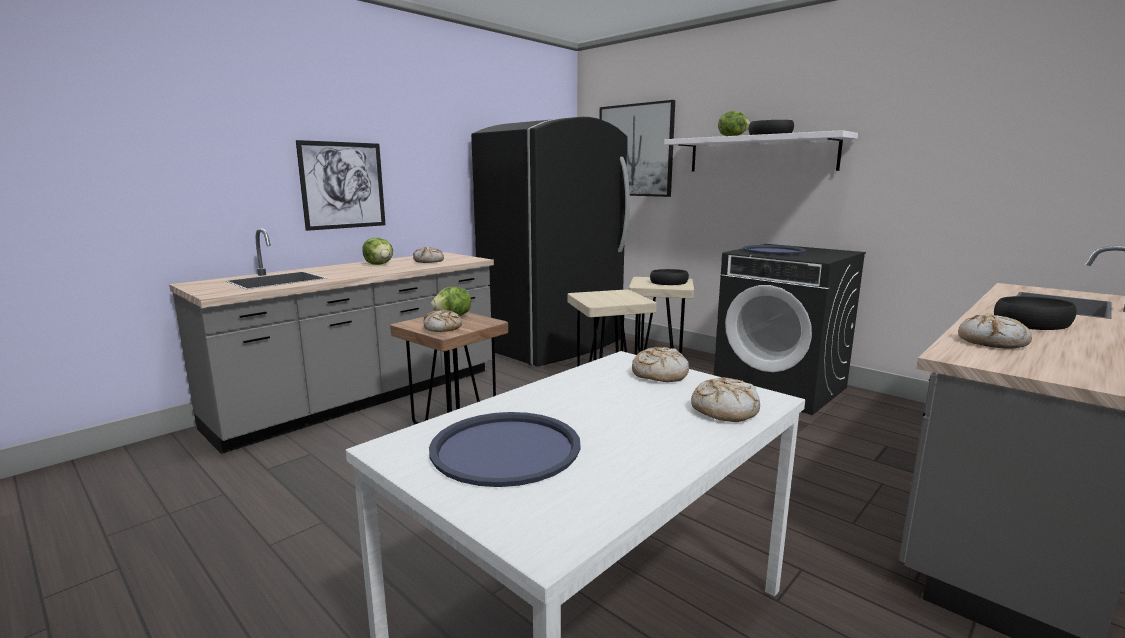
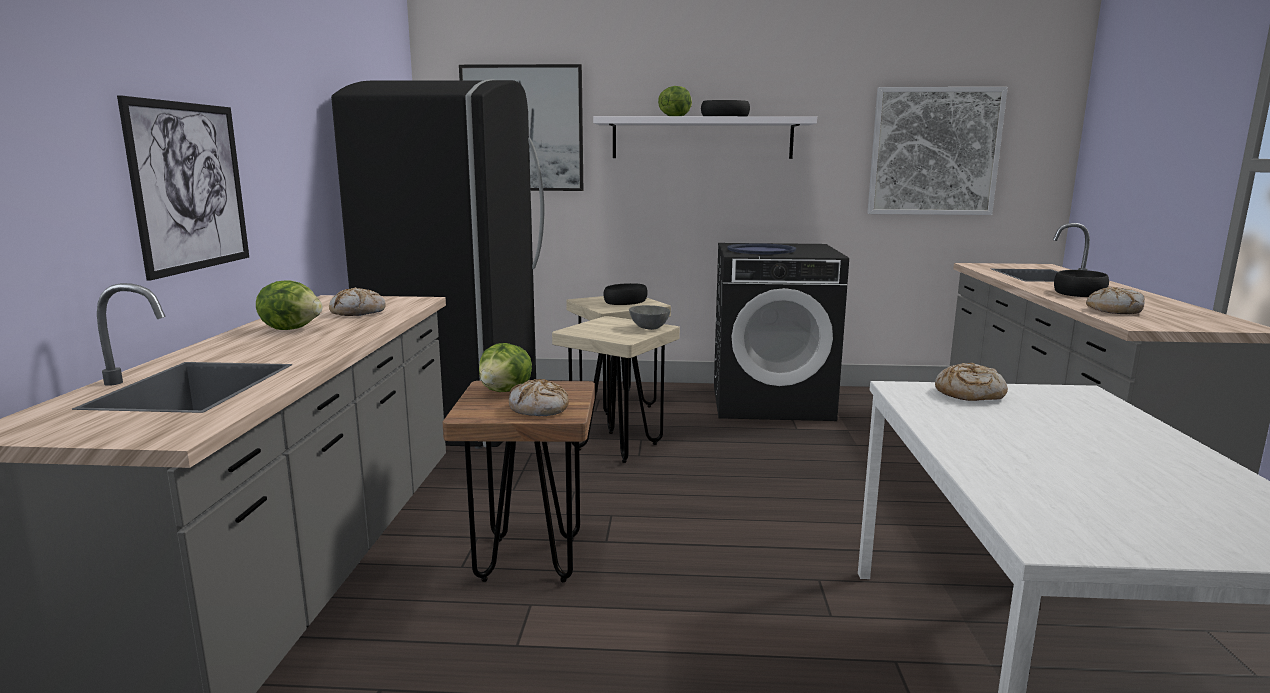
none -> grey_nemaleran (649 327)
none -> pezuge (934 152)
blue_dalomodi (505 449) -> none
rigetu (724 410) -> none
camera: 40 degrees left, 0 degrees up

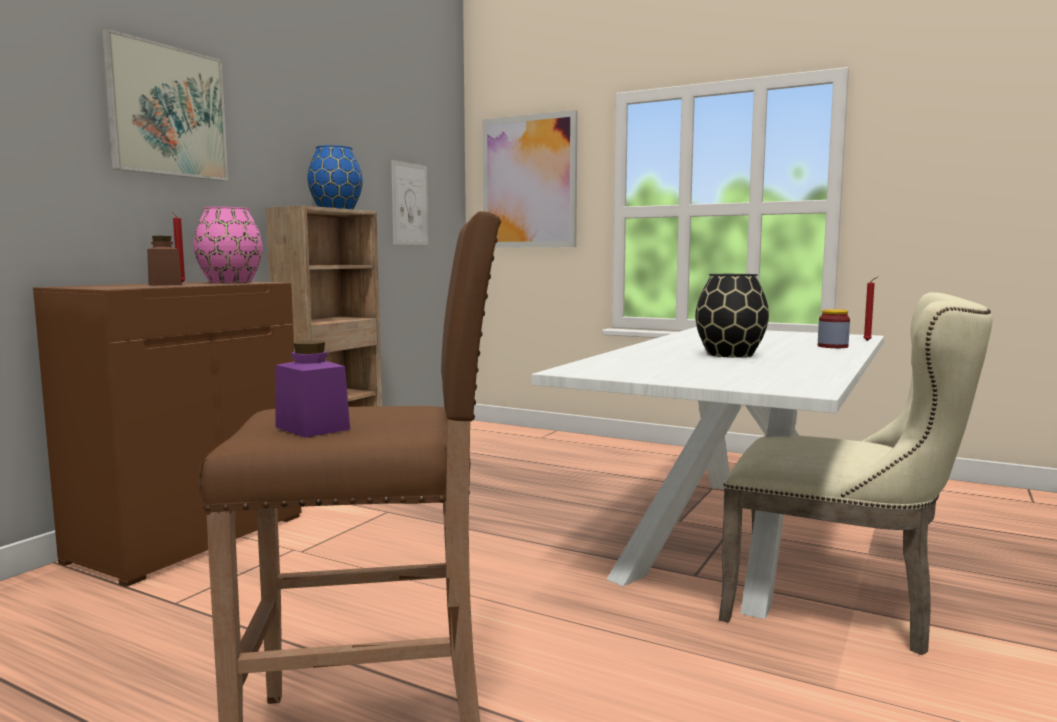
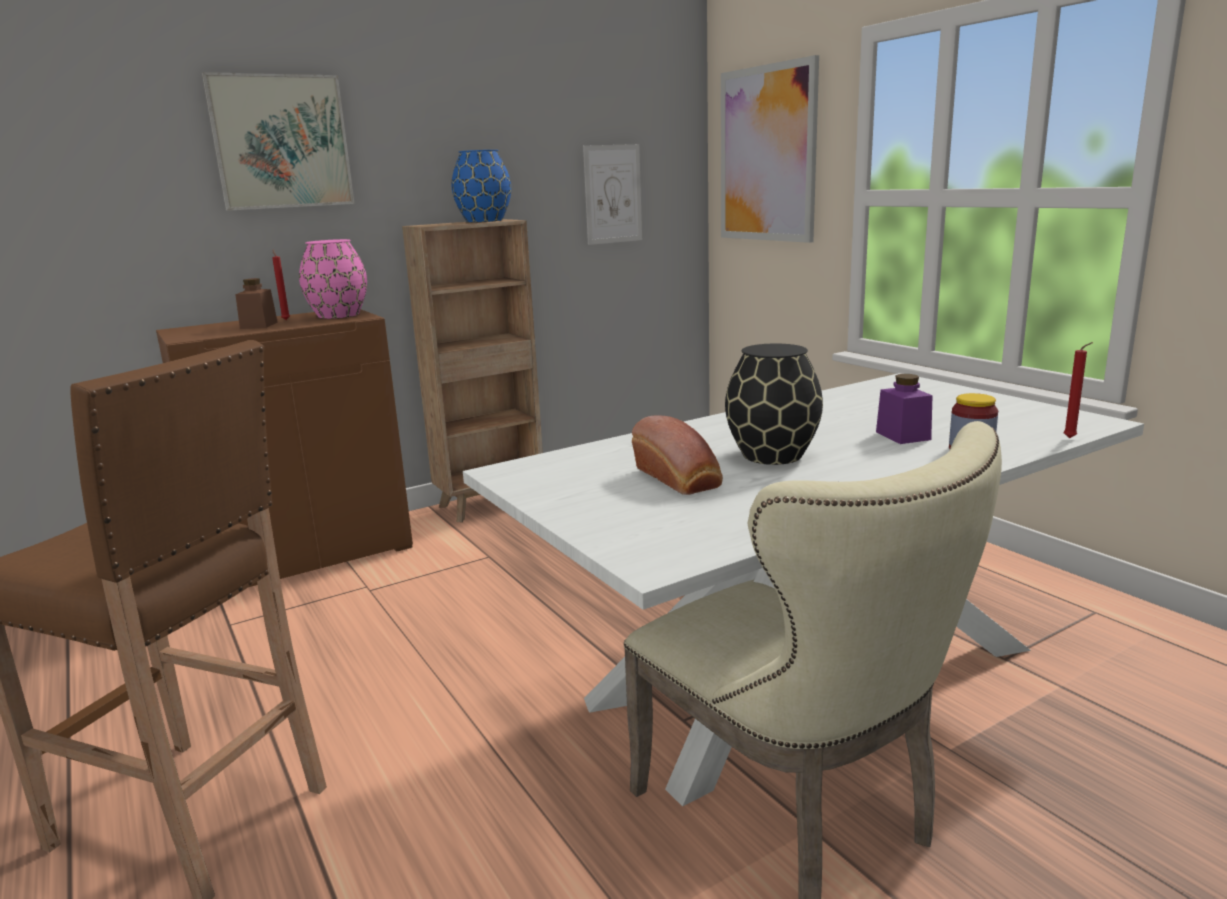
none -> rigetu (679 479)
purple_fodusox (312 428) -> purple_fodusox (903 436), moved
camera: 30 degrees right, 10 degrees up

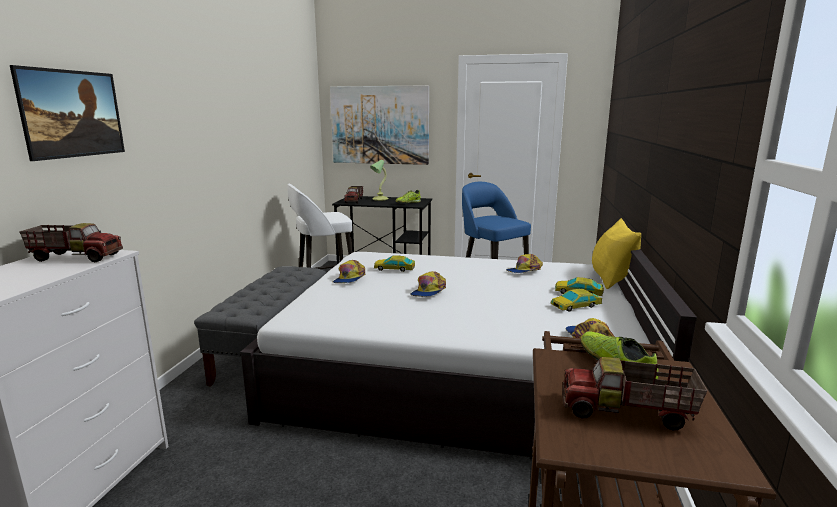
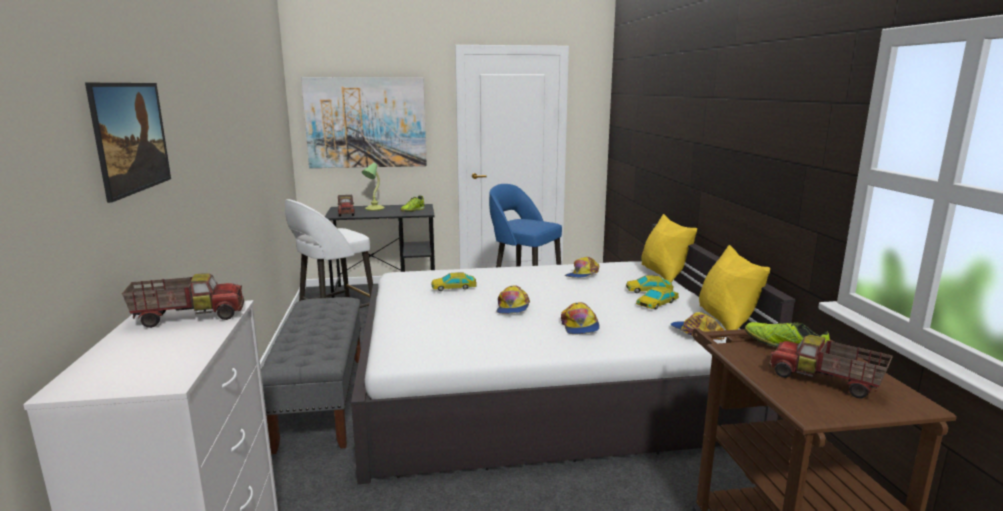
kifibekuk (349 279) -> kifibekuk (579 326), moved
none -> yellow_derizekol (726 320)
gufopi (626 412) -> gufopi (825 382), 45 degrees clockwise
camera: 20 degrees left, 0 degrees up

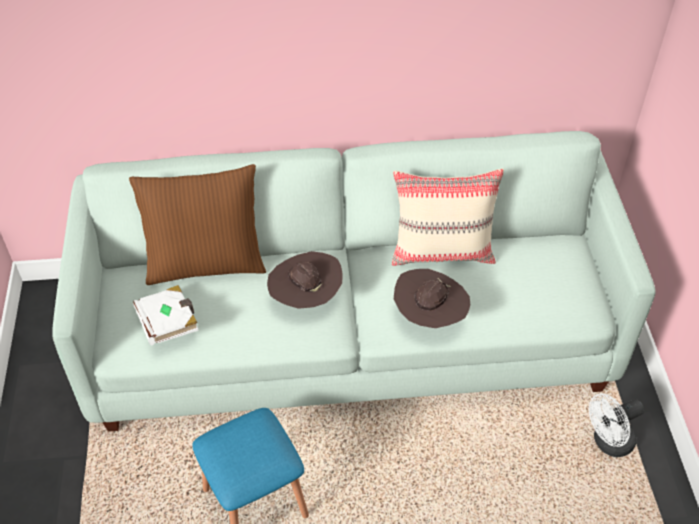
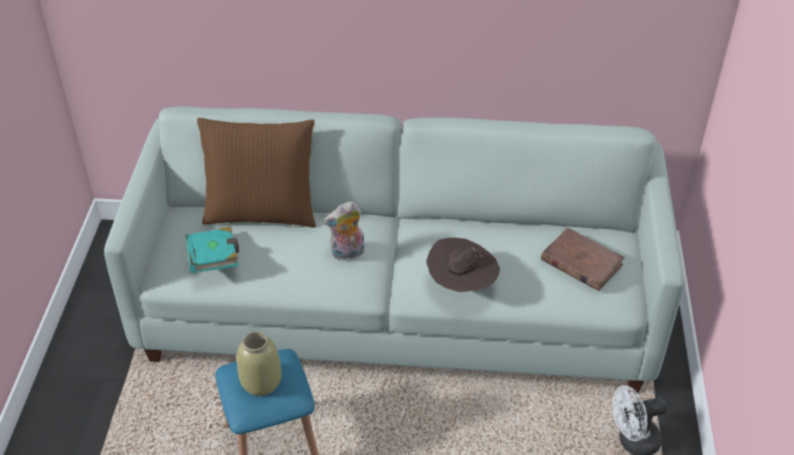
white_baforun (169 324) -> turquoise_baforun (215 260)
none -> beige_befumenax (260 383)
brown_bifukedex (305 298) -> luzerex (347 253)
none -> brown_baforun (581 262)
beige_derizekol (442 251) -> none
camera: 10 degrees right, 5 degrees down

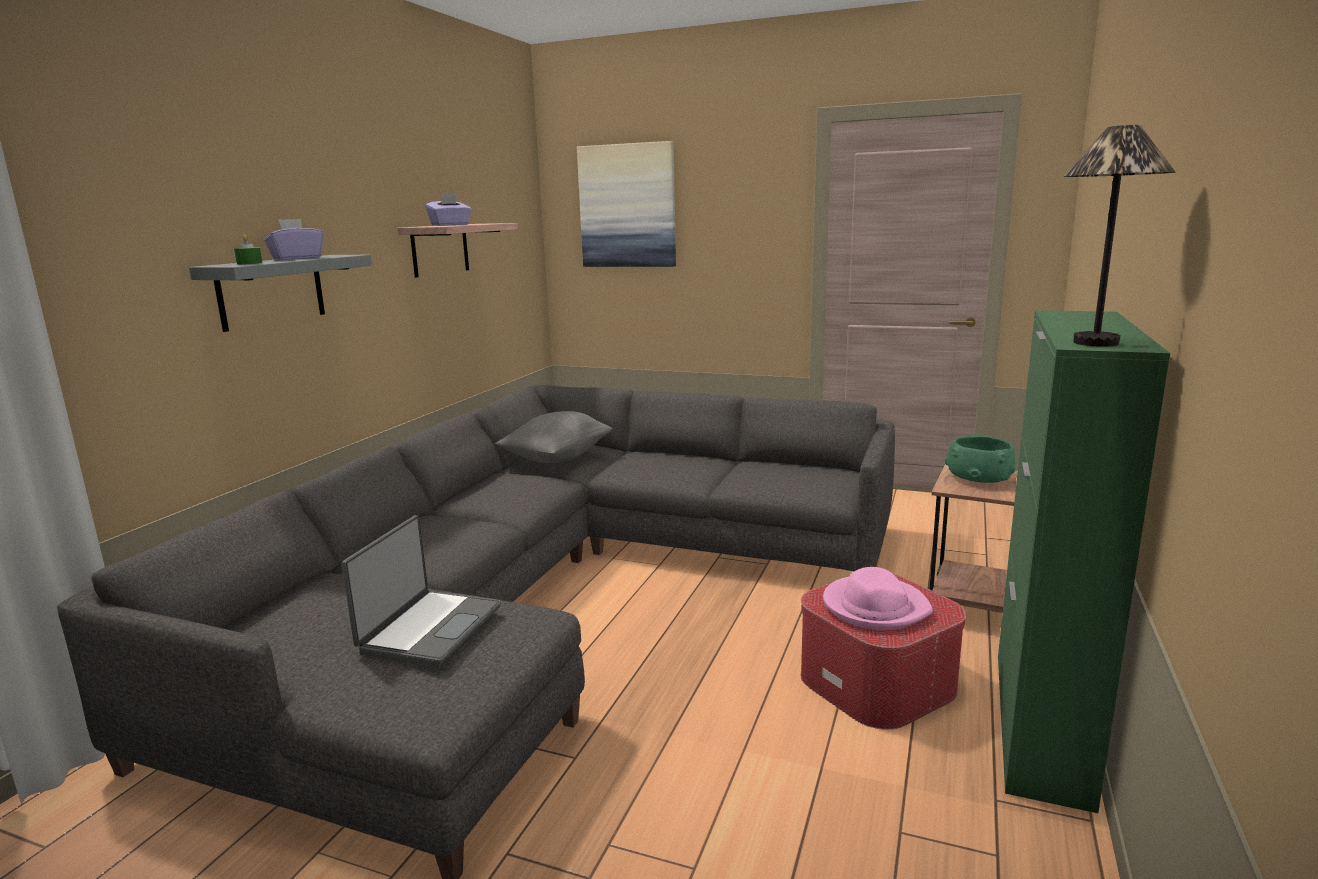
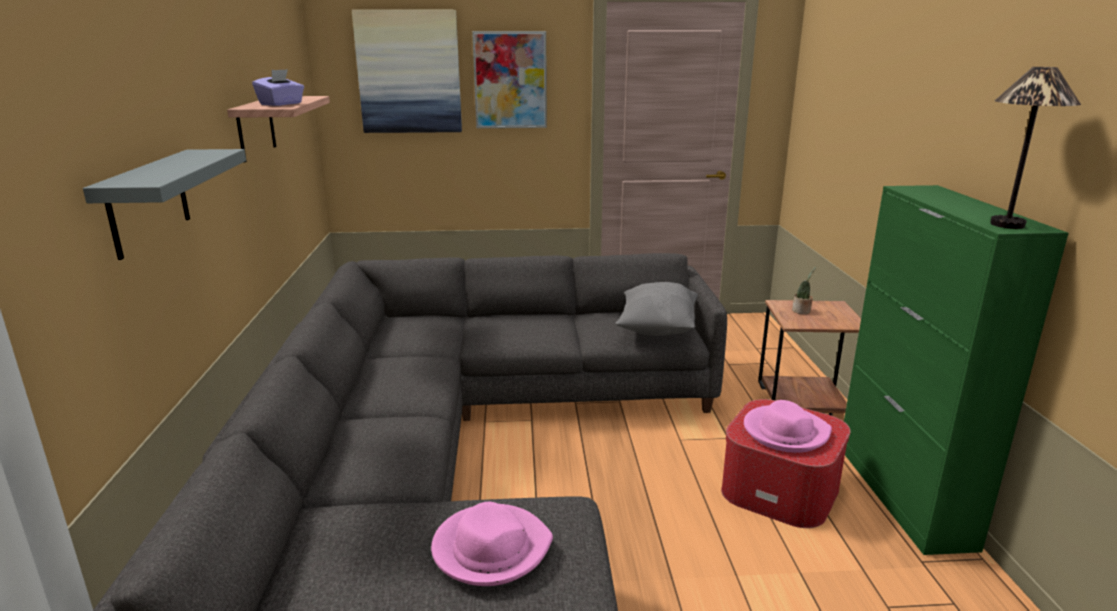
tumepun (429 629) -> pink_bifukedex (490 548)
none -> pezuge (510 80)
grey_derizekol (557 458) -> grey_derizekol (657 329), moved
green_nemaleran (978 478) -> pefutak (802 311)
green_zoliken (249 263) -> none
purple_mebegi (297 258) -> none
camera: 25 degrees left, 5 degrees up

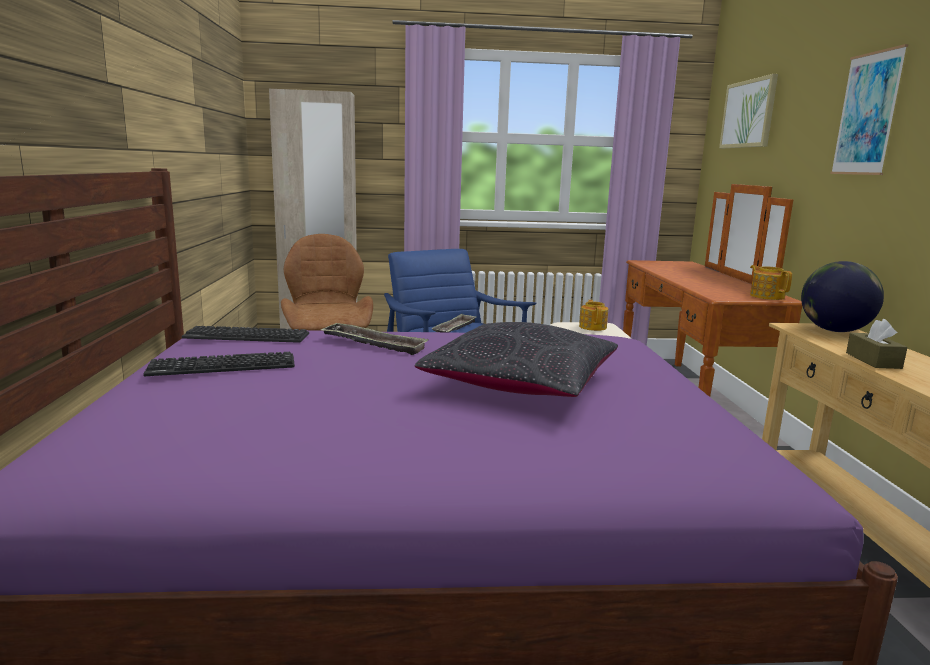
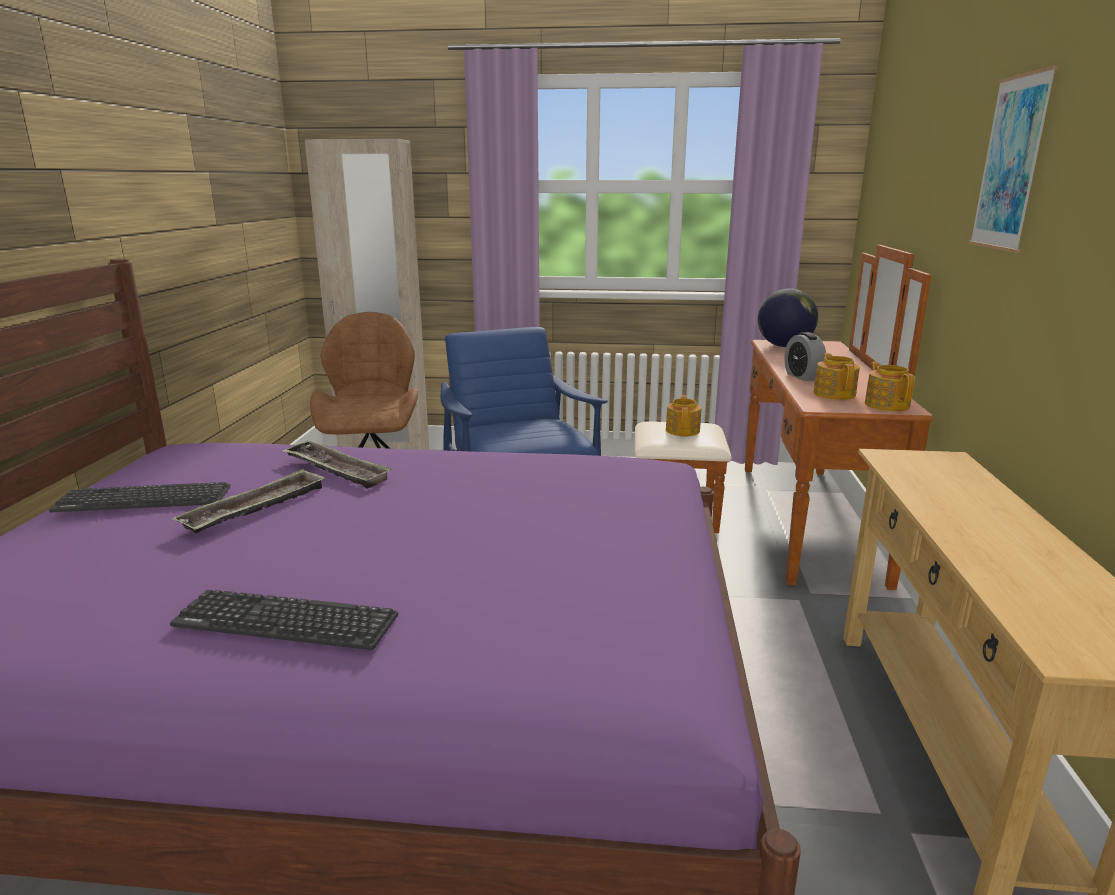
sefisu (247 336) -> sefisu (286 621), moved
dalomodi (455 328) -> dalomodi (256 508), moved
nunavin (834 330) -> nunavin (784 346), moved
none -> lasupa (802 376)
none -> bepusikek (834 394)
black_derizekol (521 383) -> none
pezuge (748 114) -> none
brown_mebegi (873 360) -> none
camera: 10 degrees right, 5 degrees up

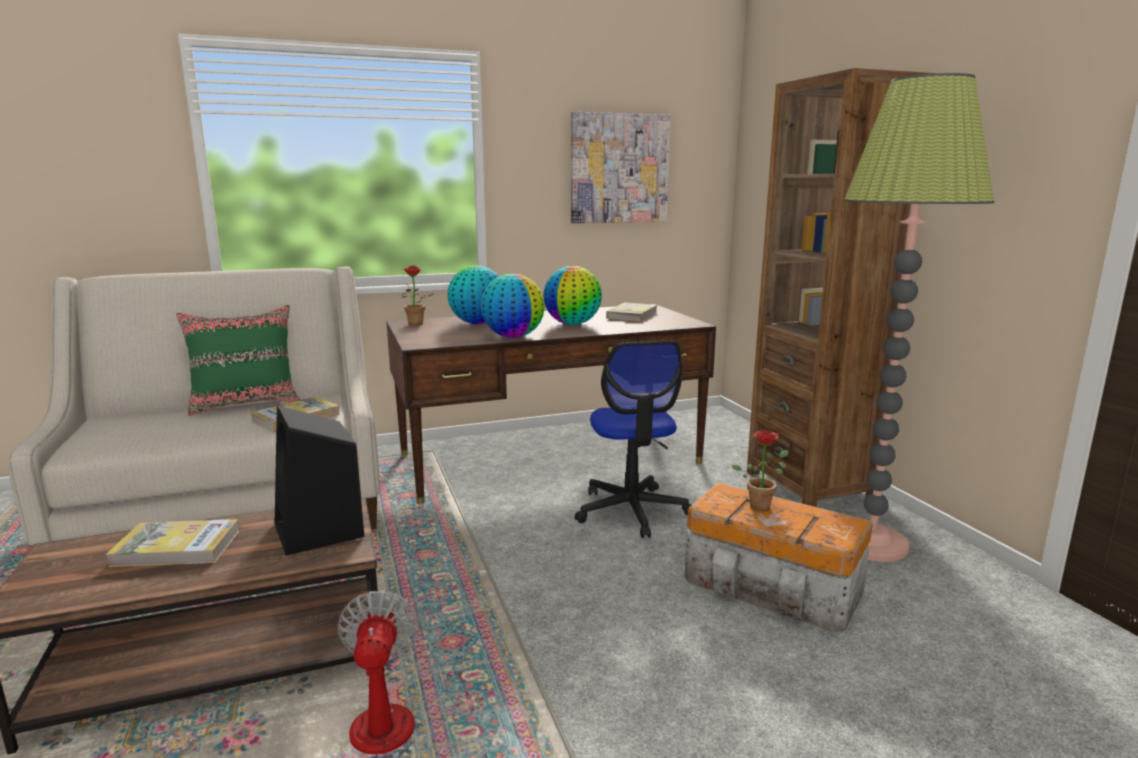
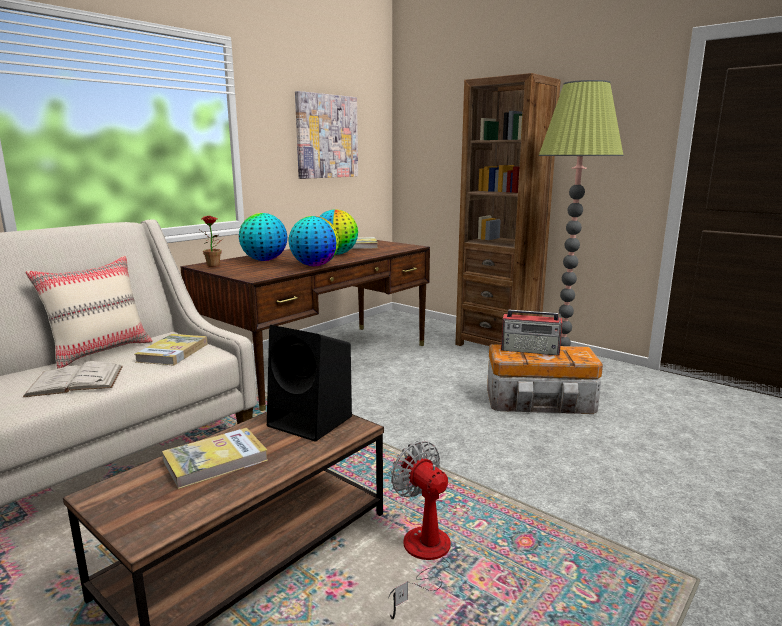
none -> white_baforun (76 381)
green_derizekol (246 404) -> beige_derizekol (100 351)
pefutak (761 505) -> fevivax (531 350)
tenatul (631 511) -> none
camera: 30 degrees left, 0 degrees up

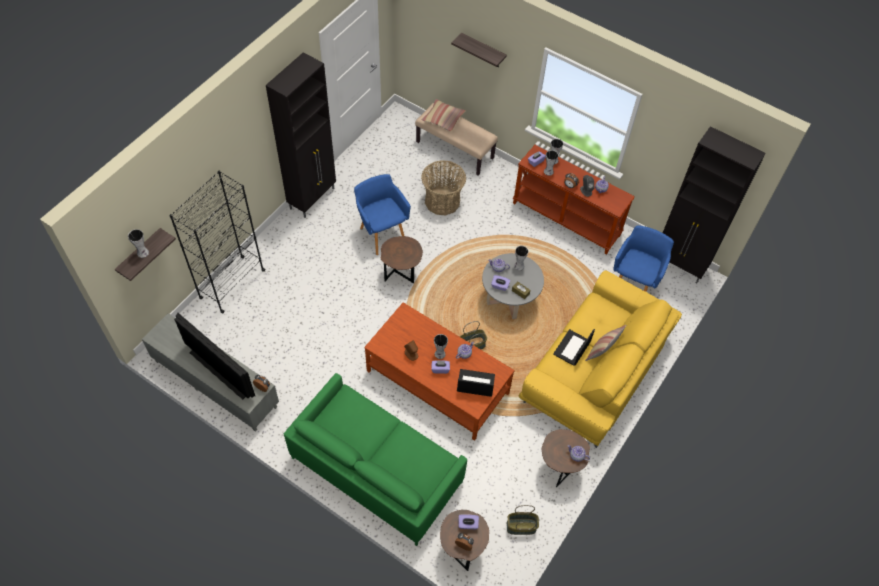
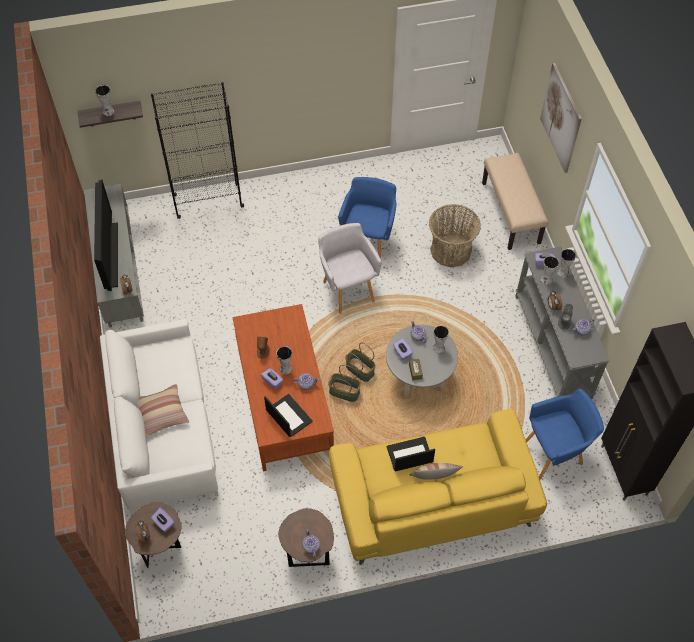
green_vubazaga (377 469) -> white_vubazaga (164 429)
derizekol (443 119) -> derizekol (162 413), moved
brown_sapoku (401 275) -> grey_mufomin (347 289)
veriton (521 527) -> veriton (359 370), moved
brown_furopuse (567 218) -> grey_furopuse (553 346)
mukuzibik (483 51) -> pezuge (561 118)
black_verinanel (313 198) -> none
camera: 45 degrees right, 0 degrees up

